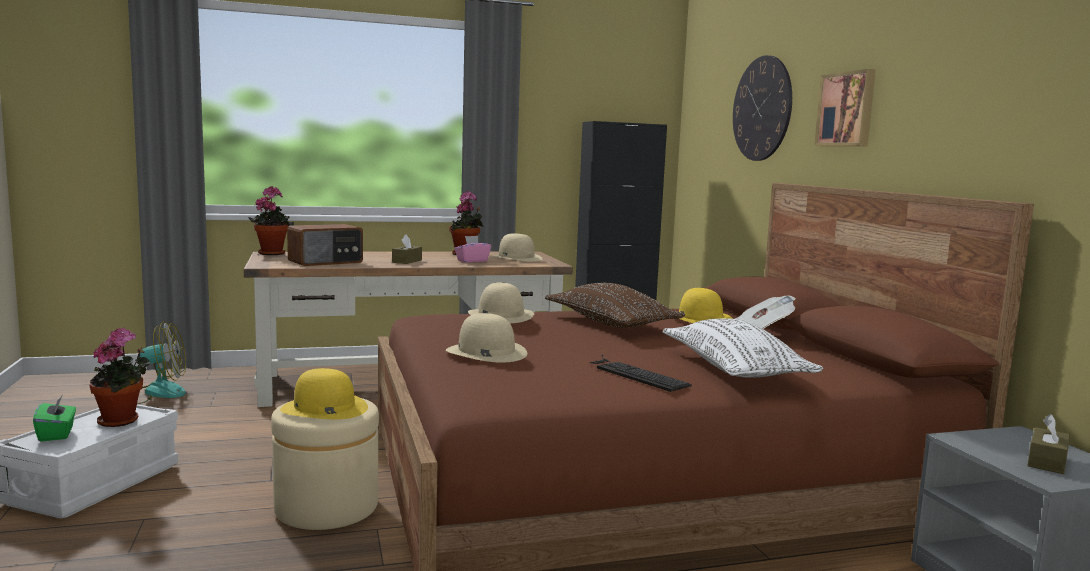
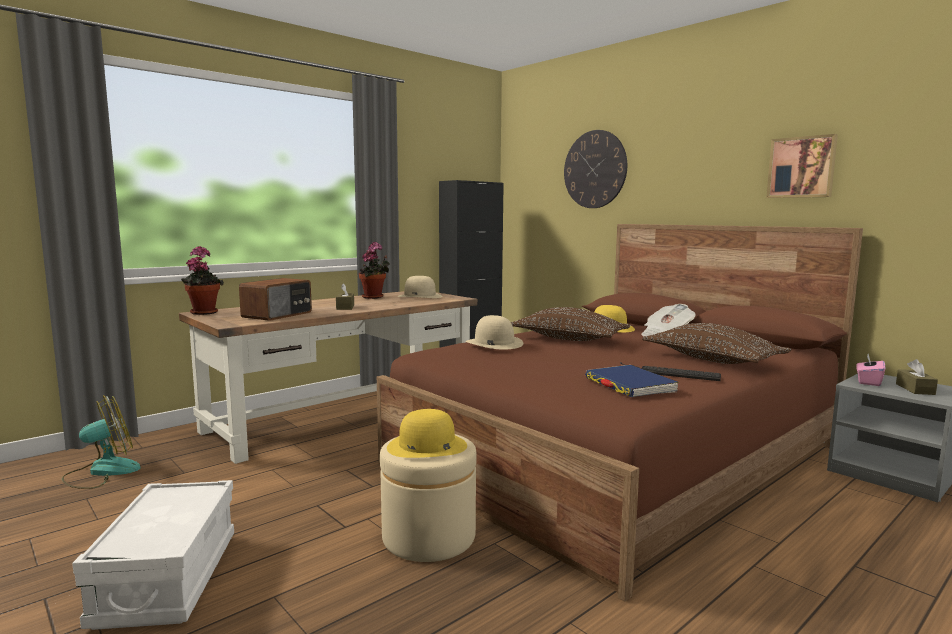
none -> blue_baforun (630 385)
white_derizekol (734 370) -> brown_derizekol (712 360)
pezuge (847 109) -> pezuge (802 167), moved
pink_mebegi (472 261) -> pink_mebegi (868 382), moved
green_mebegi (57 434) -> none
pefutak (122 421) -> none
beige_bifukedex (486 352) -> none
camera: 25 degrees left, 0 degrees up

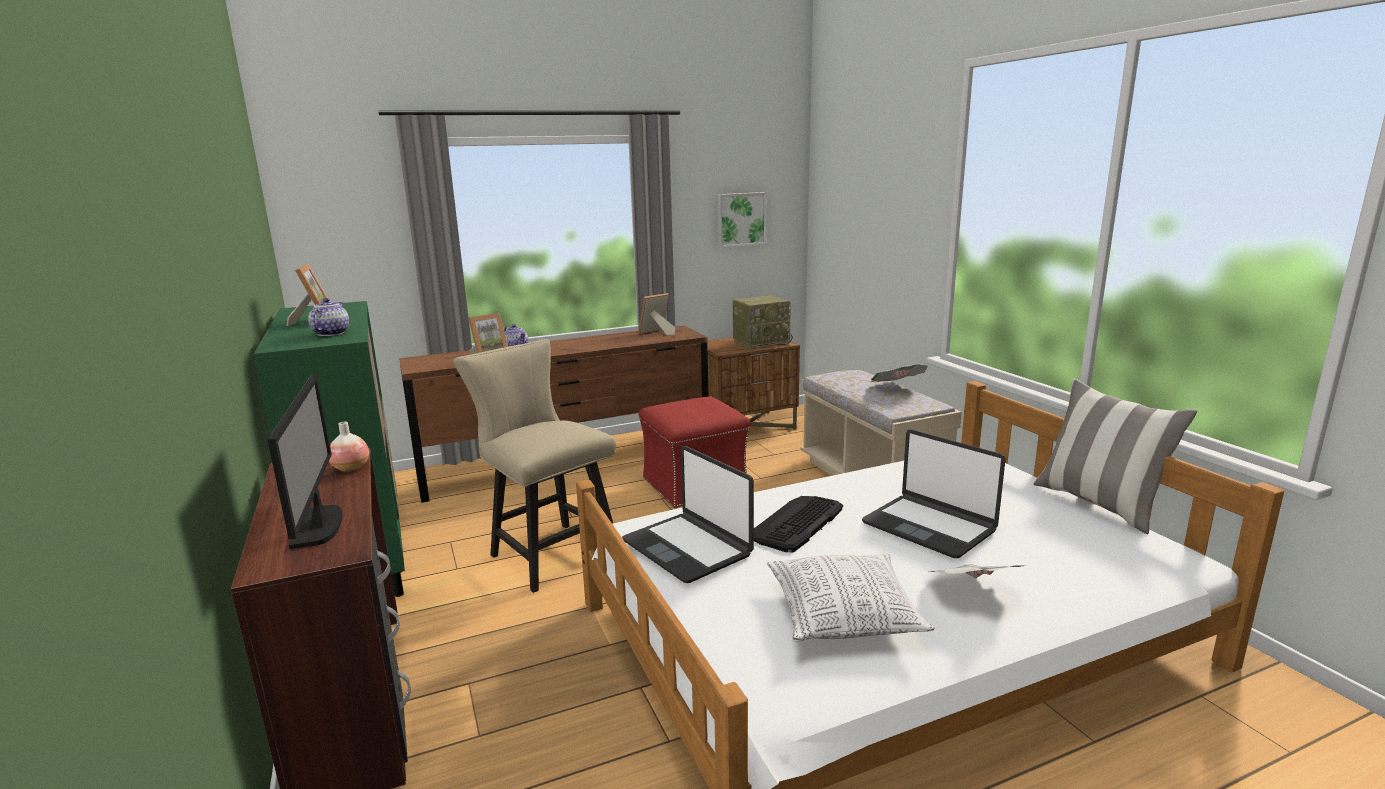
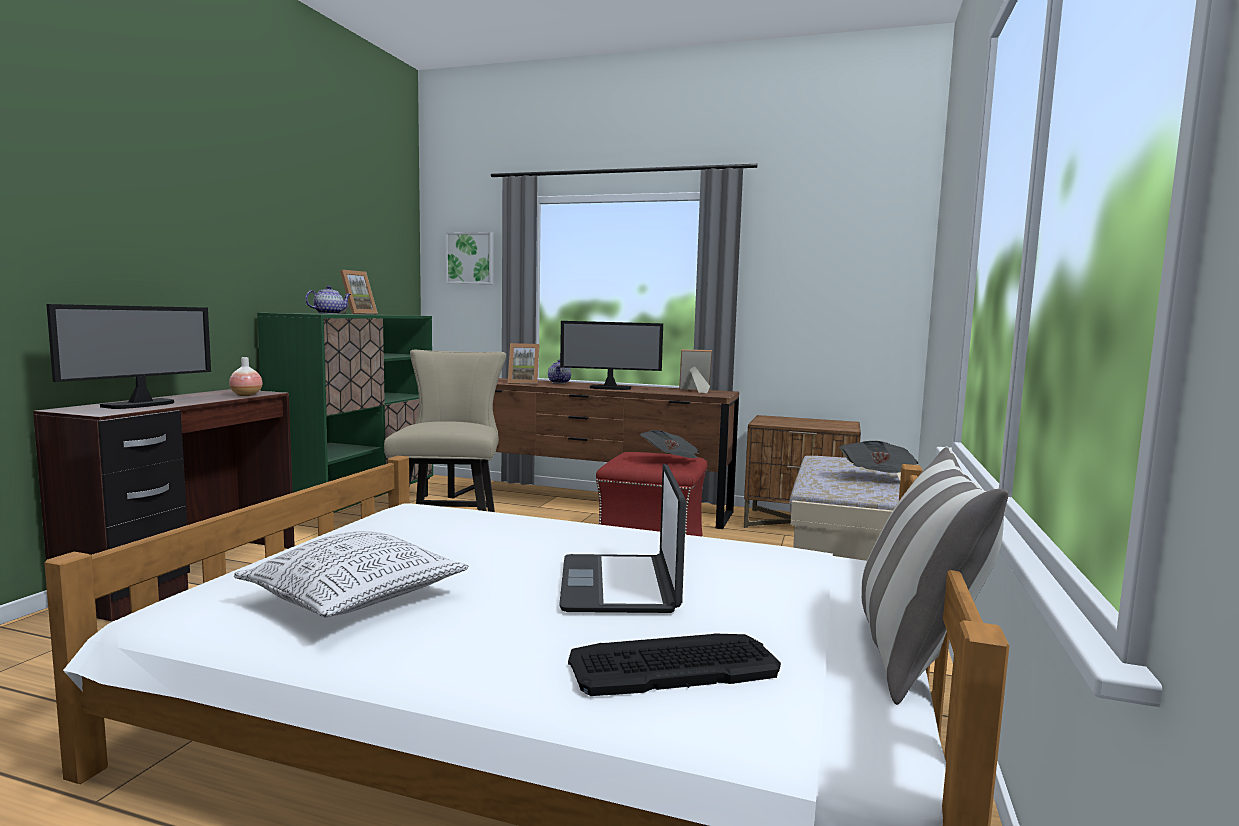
pezuge (740 219) -> pezuge (471 258), moved
none -> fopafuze (610 388)
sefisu (796 523) -> sefisu (671 664), moved
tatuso (971 590) -> tatuso (671 461), moved
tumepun (688 548) -> none
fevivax (761 342) -> none
camera: 40 degrees right, 10 degrees down

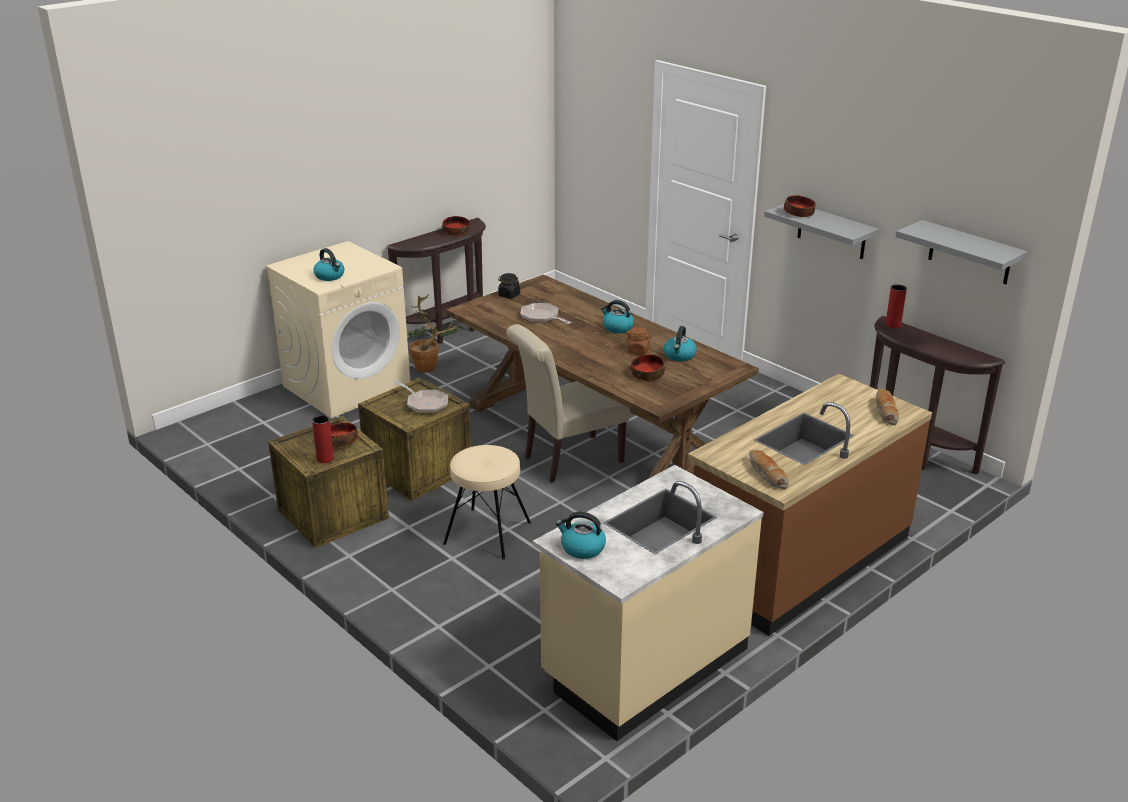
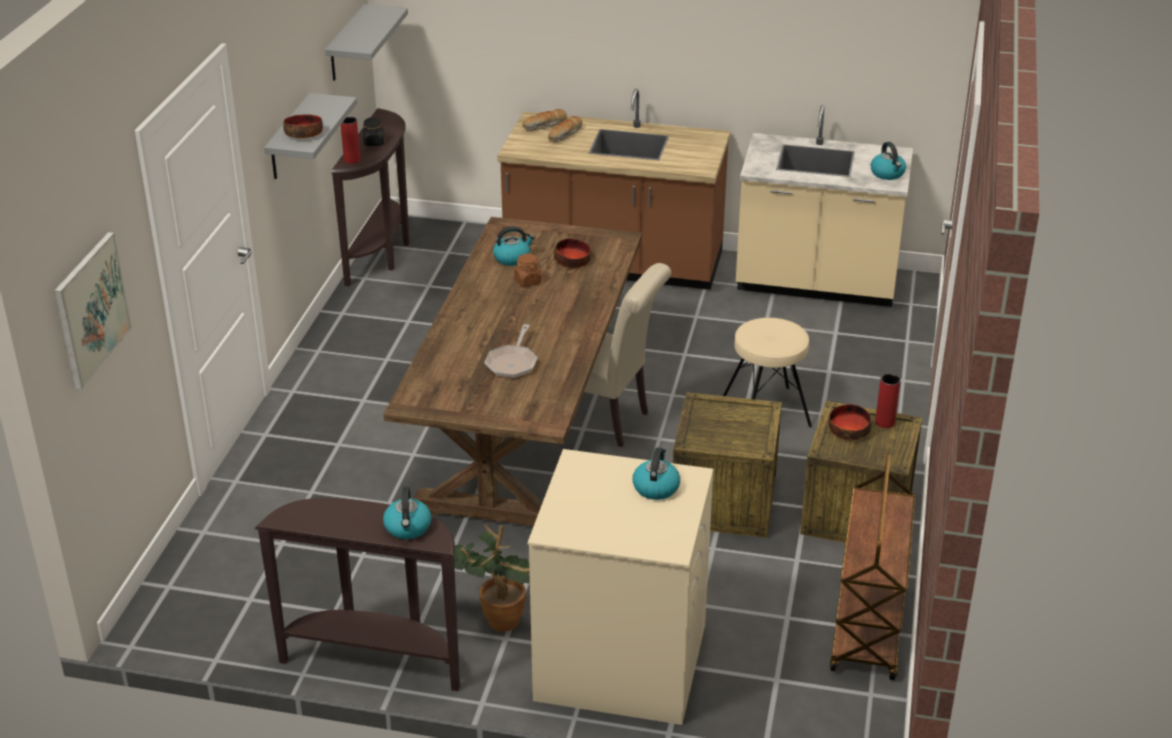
none -> pezuge (91 309)
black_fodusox (509 295) -> black_fodusox (374 142), moved
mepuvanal (617 328) -> mepuvanal (408 528), moved
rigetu (766 474) -> rigetu (565 135), moved
none -> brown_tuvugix (868 627)
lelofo (425 403) -> none
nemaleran (456 232) -> none
camera: 125 degrees left, 5 degrees up

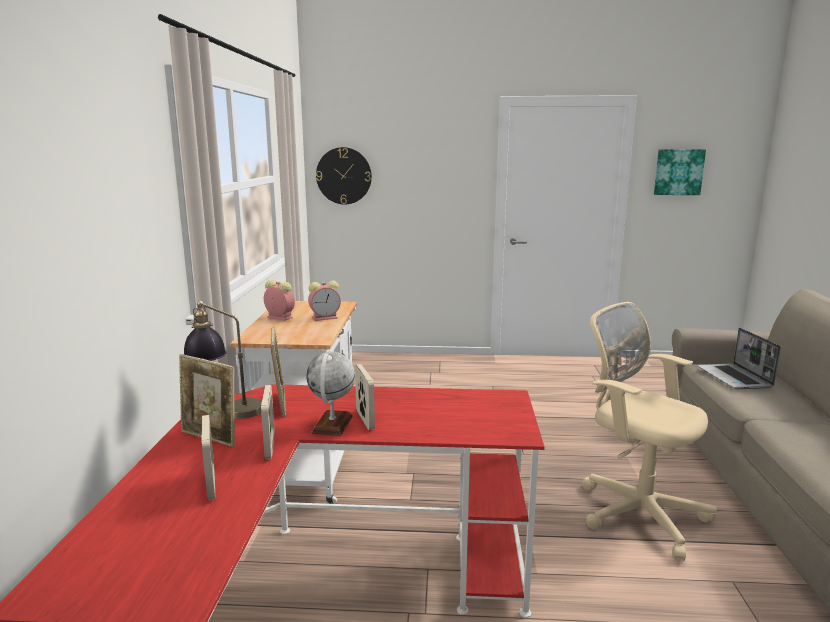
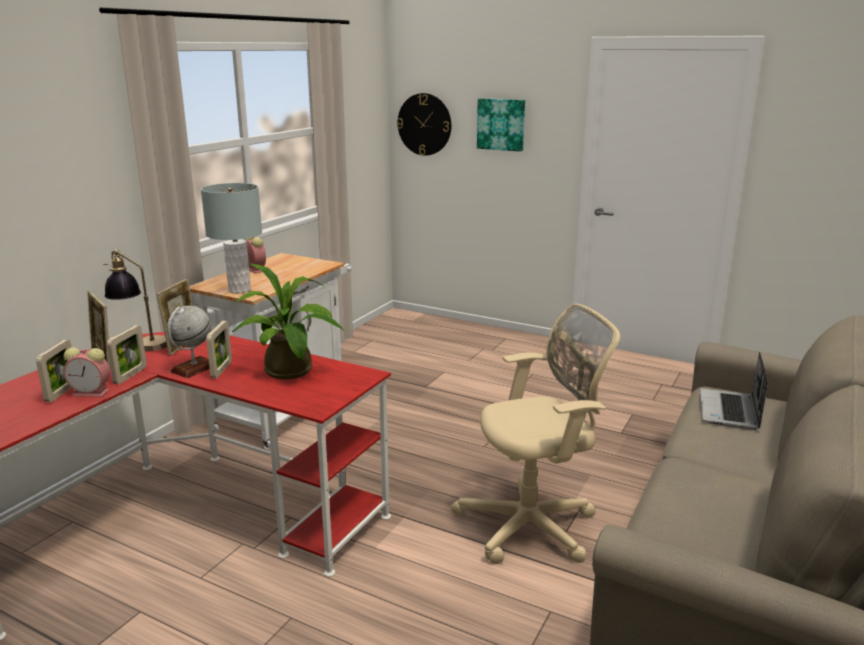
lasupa (326 317) -> lasupa (92 393), moved
none -> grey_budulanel (240 290)
none -> pefutak (291 373)
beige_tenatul (636 511) -> beige_tenatul (533 526), 90 degrees clockwise
pezuge (678 172) -> pezuge (501 124), moved
camera: 25 degrees right, 5 degrees up

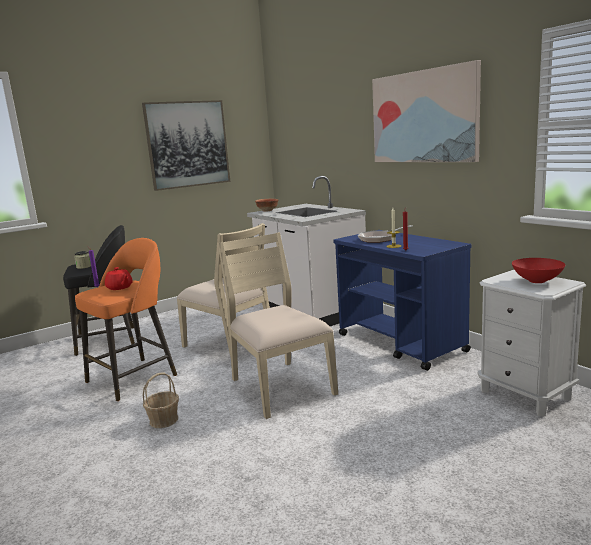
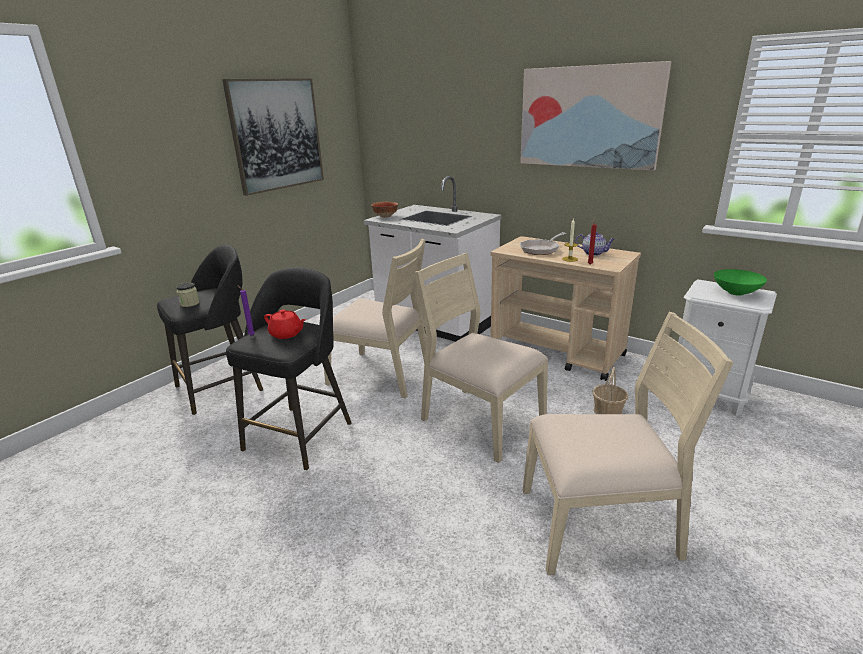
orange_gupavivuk (134 377) -> black_gupavivuk (300 434)
blue_tuvugix (401 343) -> beige_tuvugix (557 352)
none -> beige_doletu (599 524)
none -> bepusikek (594 253)
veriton (164 420) -> veriton (608 411), moved
red_nemaleran (537 281) -> green_nemaleran (736 292)
camera: 20 degrees left, 10 degrees up

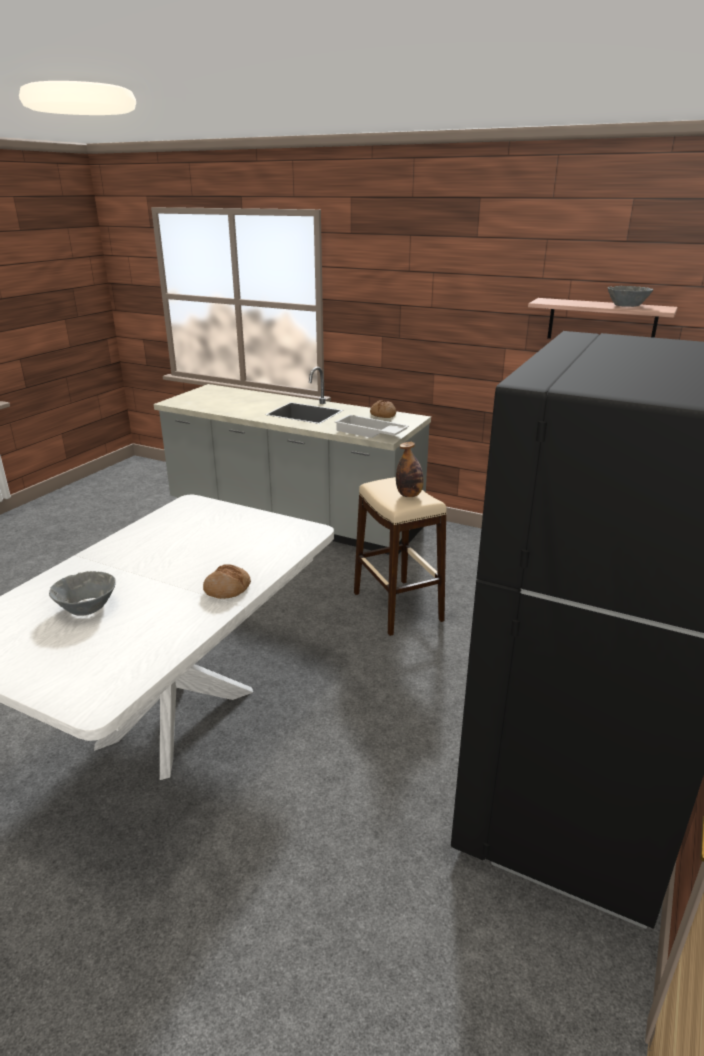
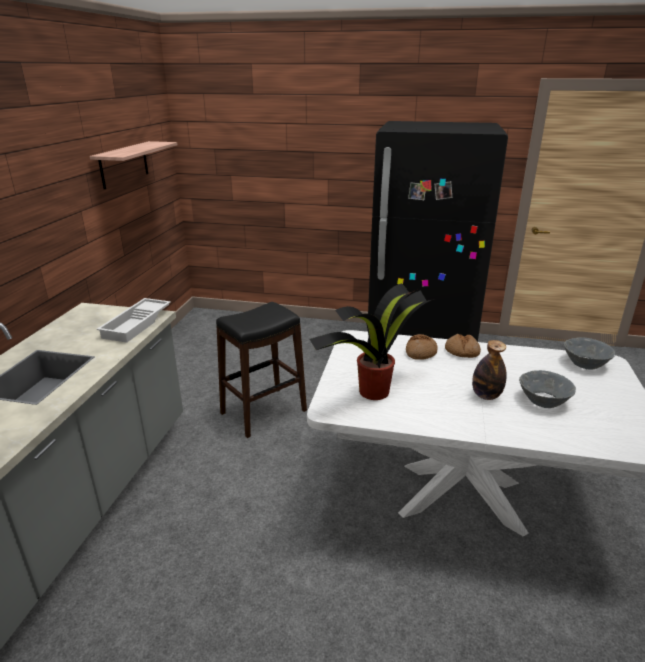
beige_gupavivuk (398 607) -> black_gupavivuk (264 411)
none -> pefutak (372 392)
rigetu (382 415) -> rigetu (421 352), moved
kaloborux (409 495) -> kaloborux (486 396), moved
grey_nemaleran (627 305) -> grey_nemaleran (585 363), moved
camera: 105 degrees left, 0 degrees up

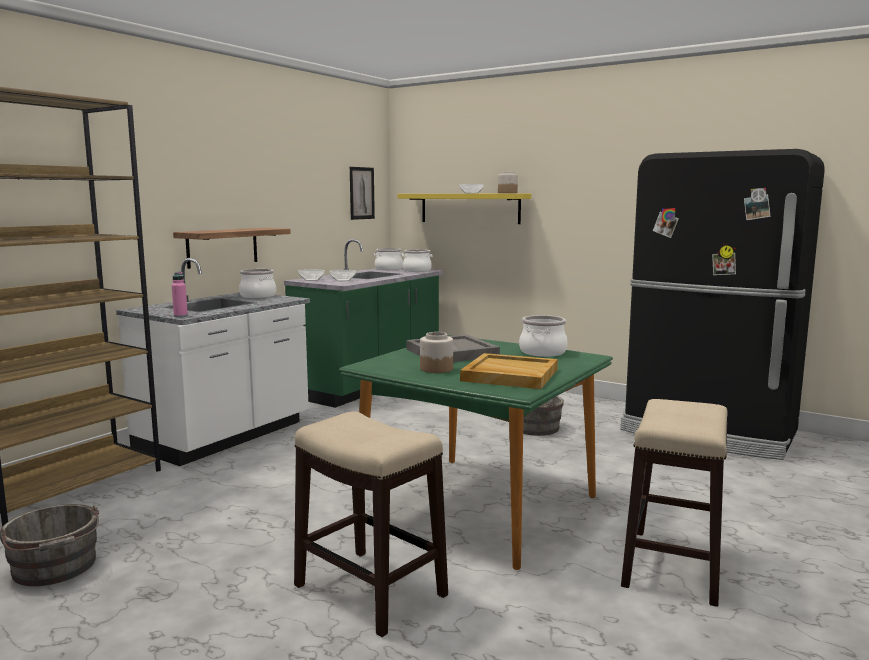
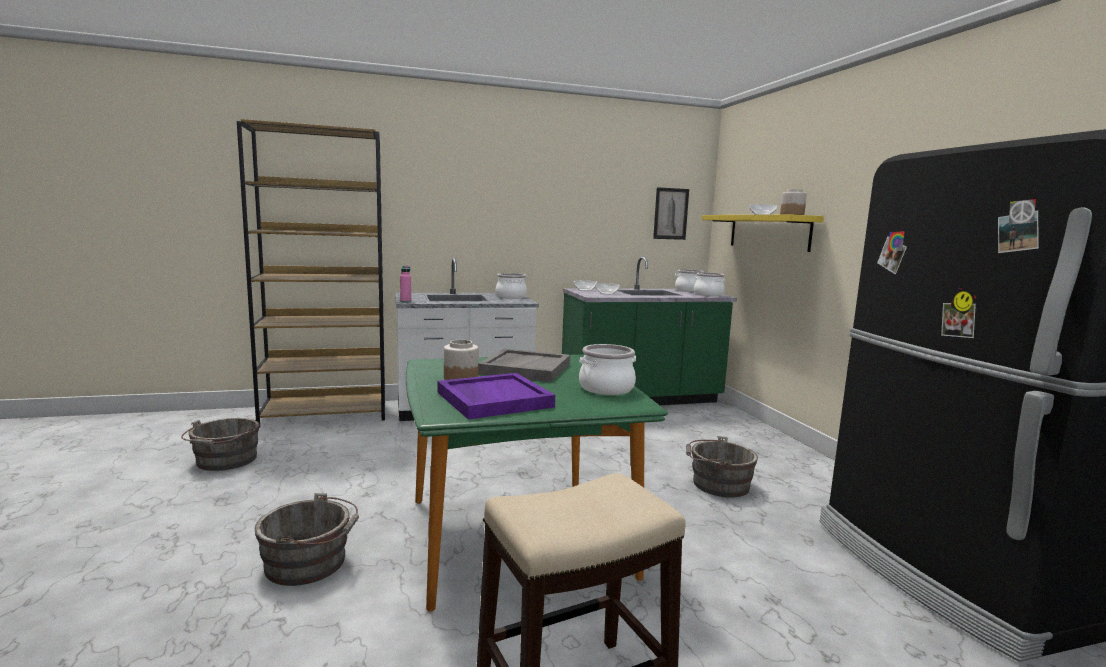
gupavivuk (369 590) -> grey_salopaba (310 563)
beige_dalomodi (509 375) -> purple_dalomodi (493 399)
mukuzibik (222 247) -> none
camera: 40 degrees right, 0 degrees up

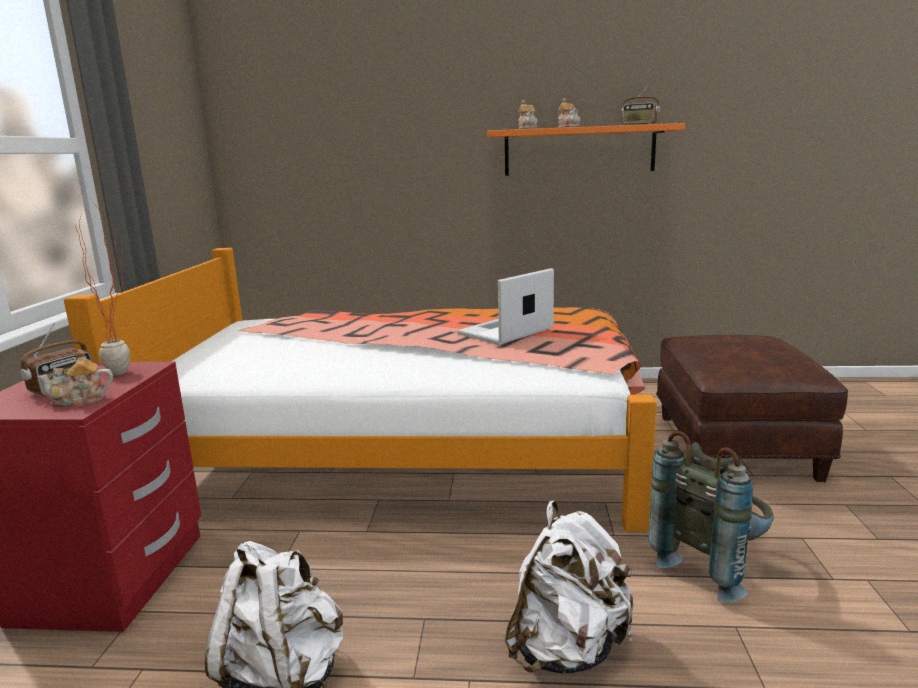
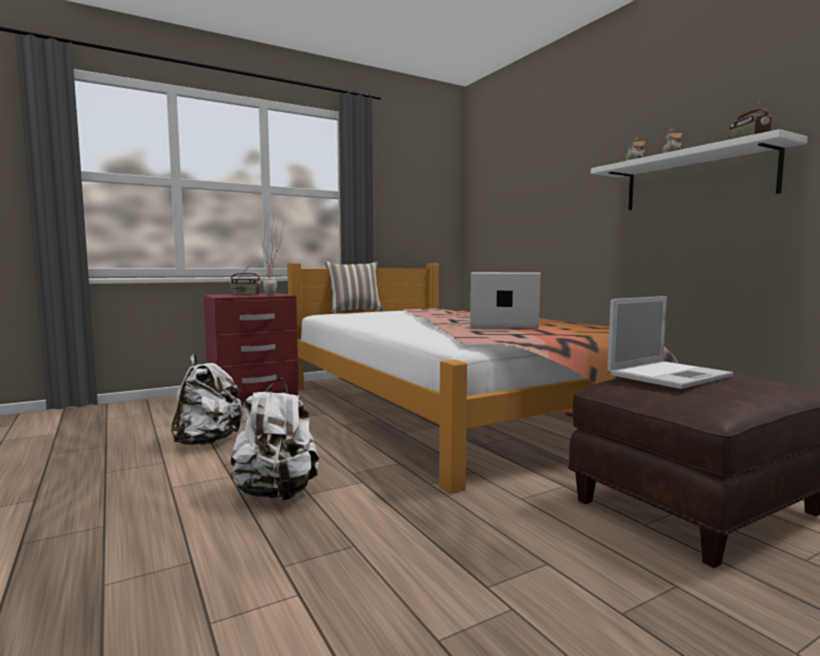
none -> derizekol (354 311)
orange_mukuzibik (579 151) -> white_mukuzibik (696 179)
none -> tumepun (669 375)
bepusikek (80 400) -> none
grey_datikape (711 565) -> none
camera: 55 degrees right, 10 degrees down

